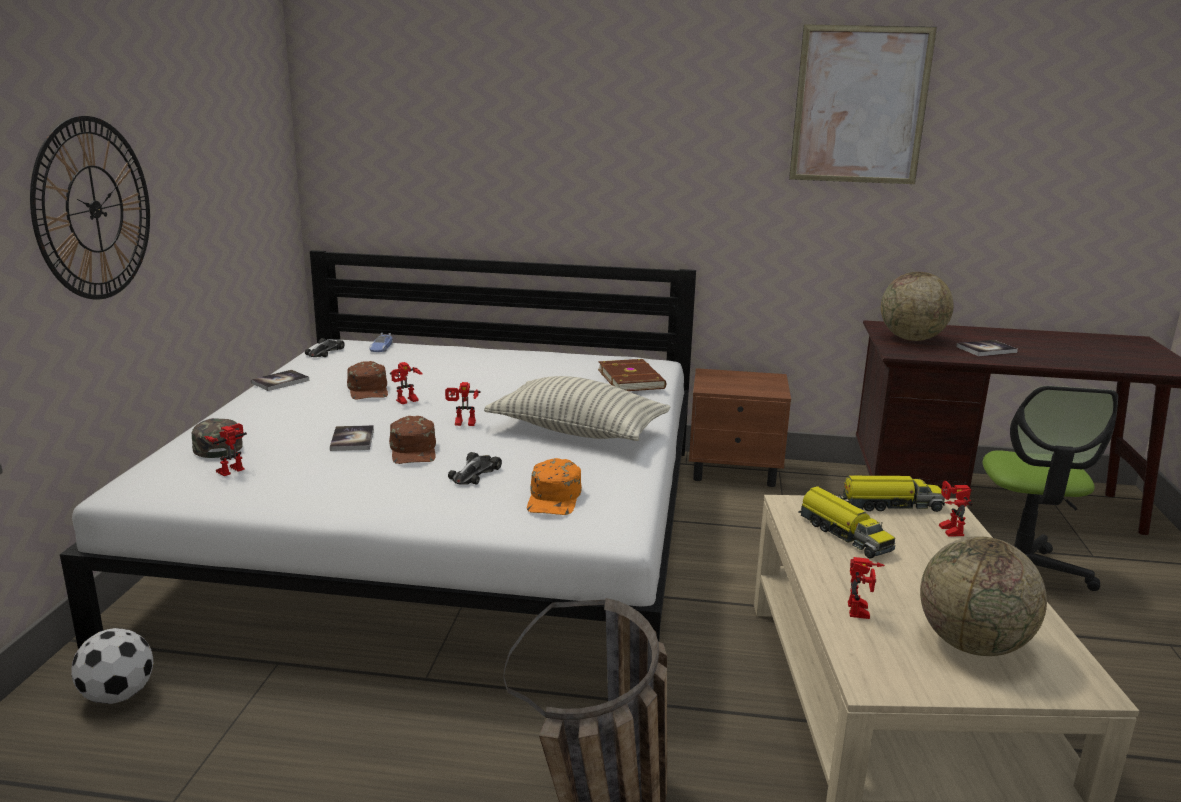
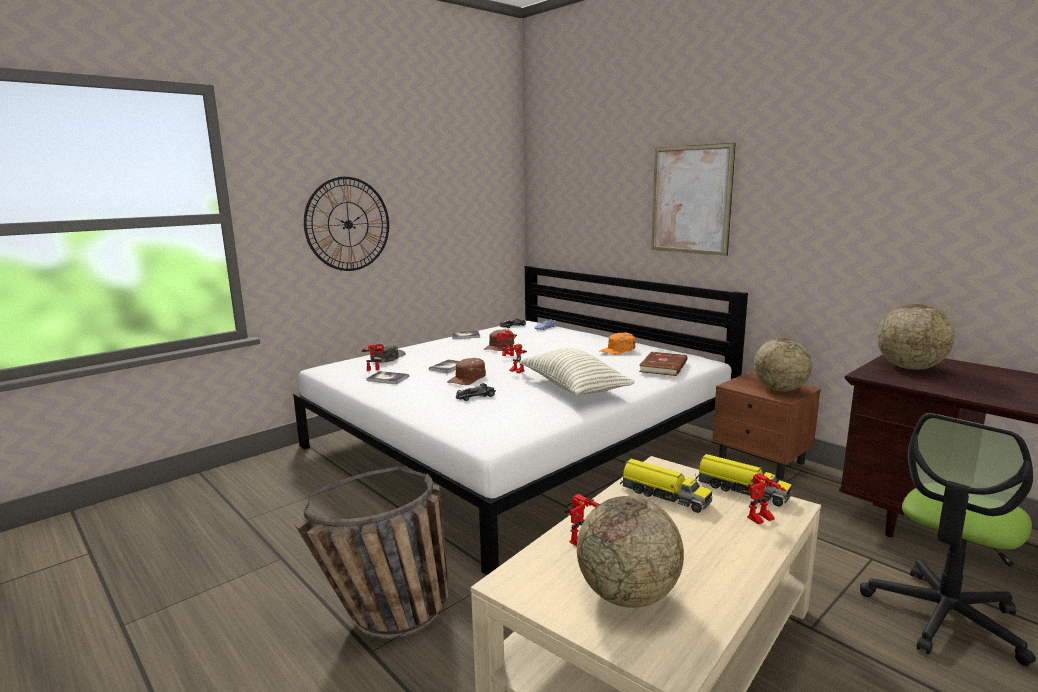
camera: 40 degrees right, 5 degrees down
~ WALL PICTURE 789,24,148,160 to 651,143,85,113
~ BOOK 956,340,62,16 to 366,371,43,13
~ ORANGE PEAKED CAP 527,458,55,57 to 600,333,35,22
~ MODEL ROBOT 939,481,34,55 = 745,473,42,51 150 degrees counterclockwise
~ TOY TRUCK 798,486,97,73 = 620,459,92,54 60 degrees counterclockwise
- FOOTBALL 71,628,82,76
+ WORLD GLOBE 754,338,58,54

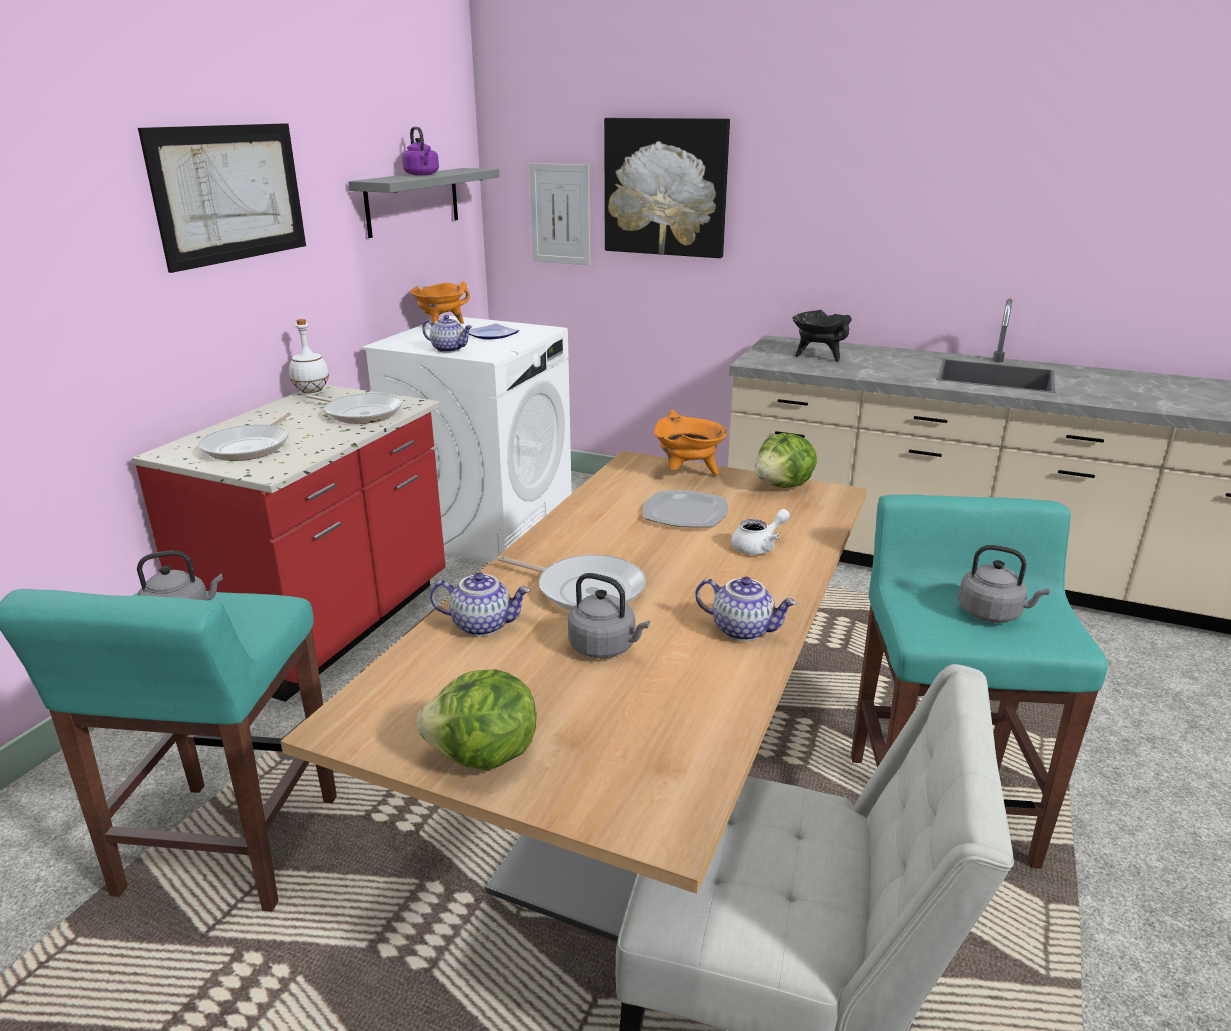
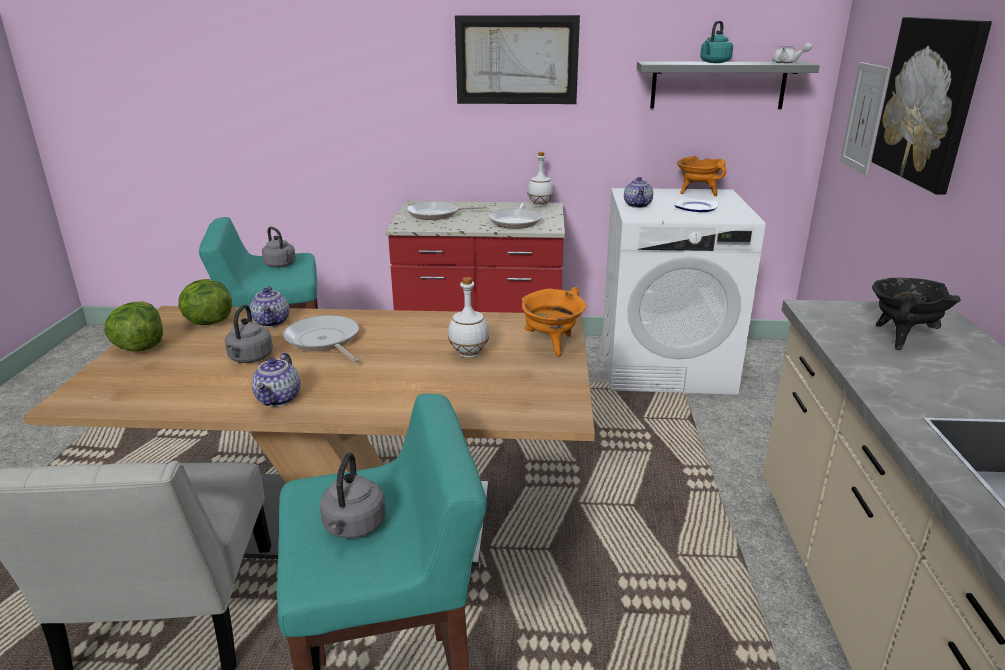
camera: 70 degrees right, 0 degrees up
~ PURPLE TEA KETTLE 402,127,37,49 to TURQUOISE TEA KETTLE 700,21,33,42
~ LETTUCE 755,433,62,55 to 179,279,53,46
~ DINNER PLATE 643,490,85,37 to WHITE-COLOURED DRINK BOTTLE 448,277,41,81
~ WHITE-COLOURED TEA POT 731,509,59,46 to 772,43,40,20
~ PAN 497,555,149,56 = 283,315,76,48 135 degrees clockwise

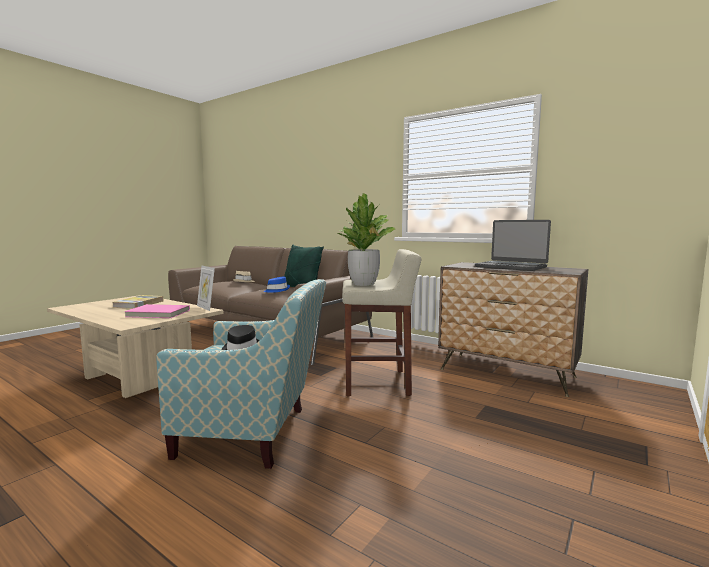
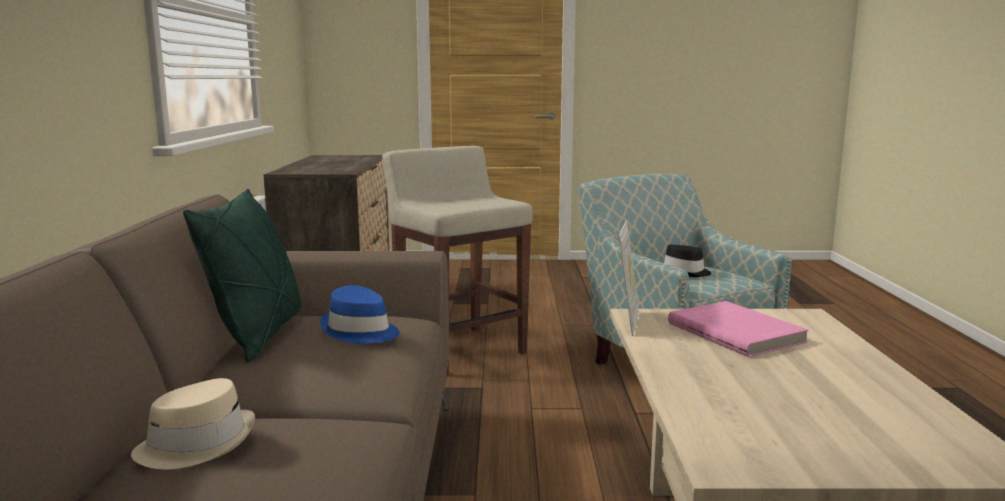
camera: 125 degrees left, 5 degrees up
- POTTED PLANT 338,193,57,93
- PORTABLE COMPUTER 475,220,76,51
- BOOK 112,295,52,14

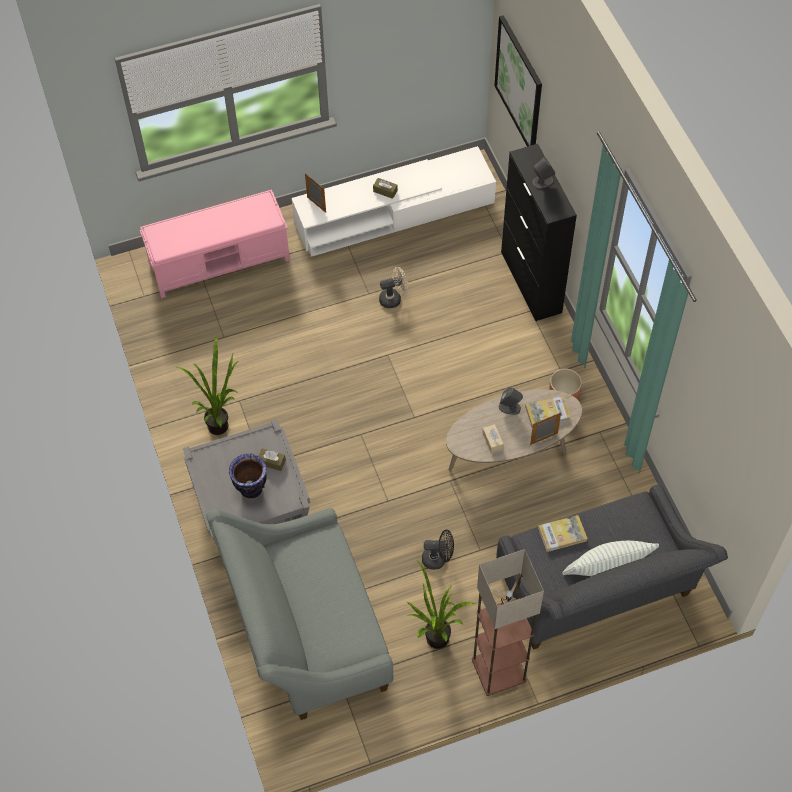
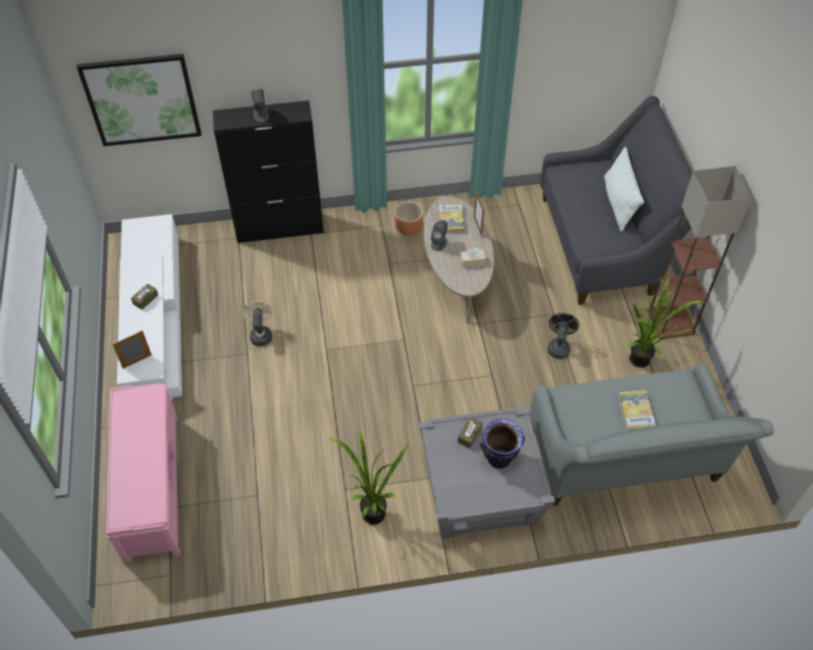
camera: 80 degrees left, 5 degrees down
~ BOOK 538,515,49,37 to 618,390,38,40

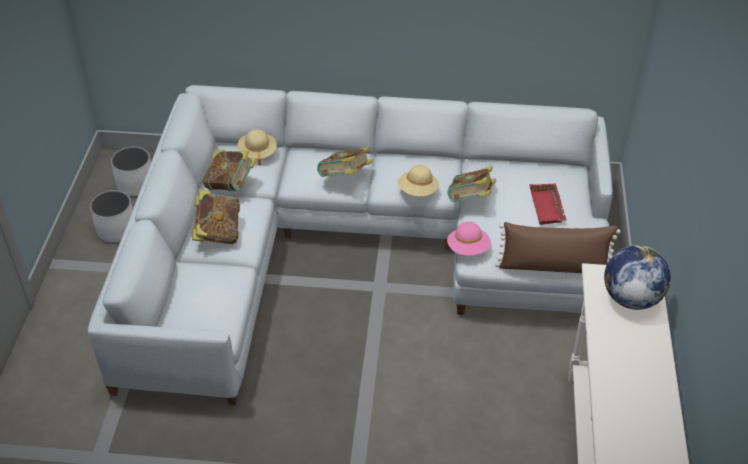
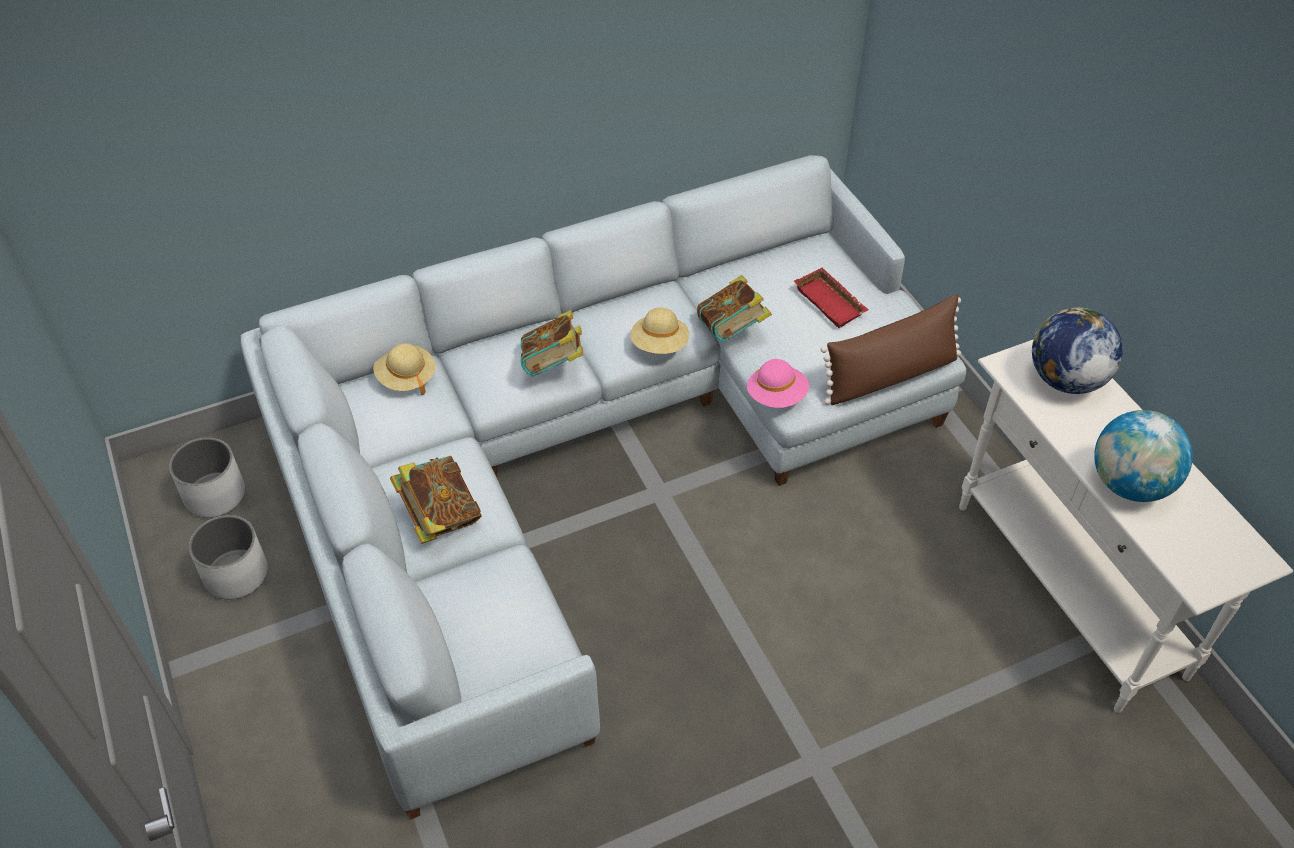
camera: 30 degrees left, 5 degrees up
- BOOK 203,149,54,42
+ WORLD GLOBE 1094,410,99,92

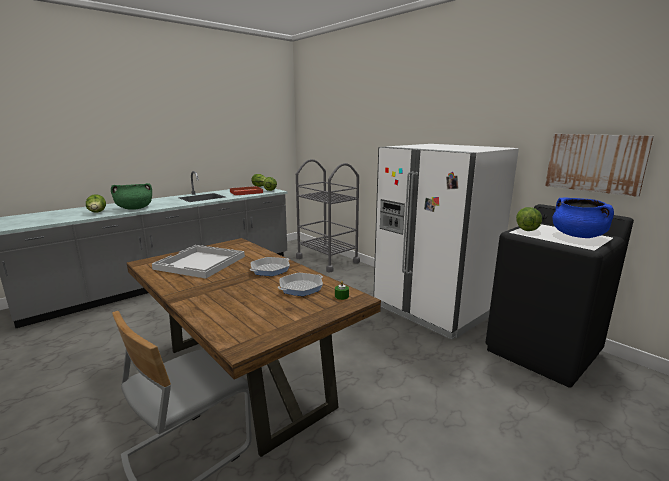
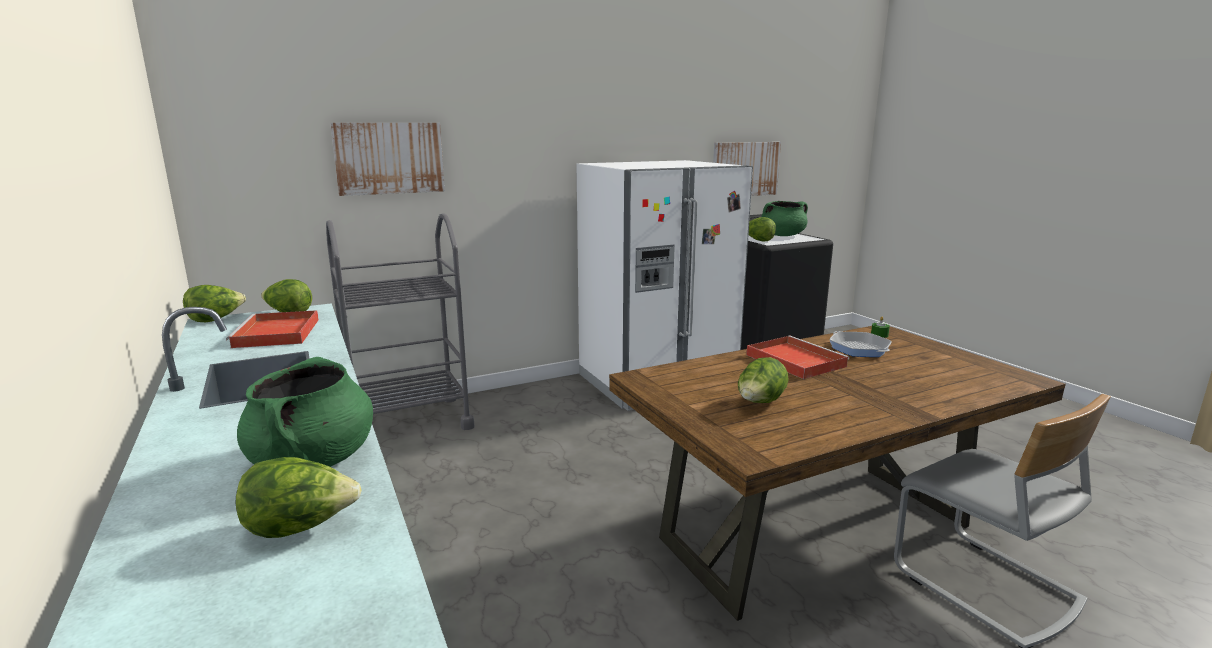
camera: 75 degrees left, 0 degrees up
~ BLUE SAUCEPOT 552,197,62,41 to GREENISH SAUCEPOT 761,201,47,35
~ WHITE-COLOURED CARRYING TRAY 152,245,93,33 to LETTUCE 738,357,51,46
~ PAN 250,257,40,19 to RED-COLOURED CARRYING TRAY 746,336,103,43
+ WALL PICTURE 330,123,115,73

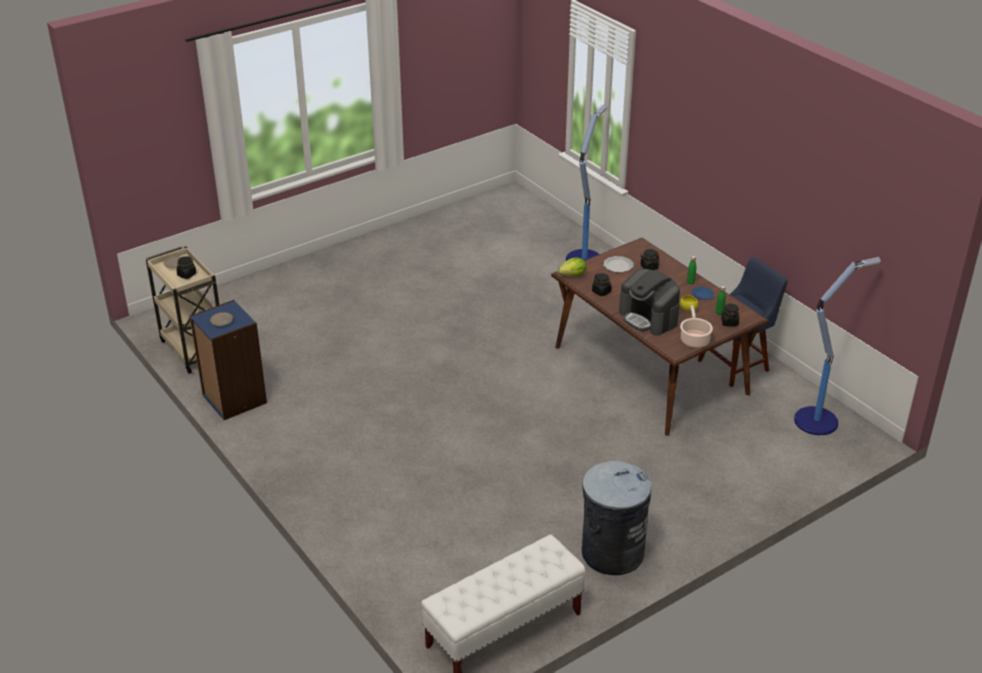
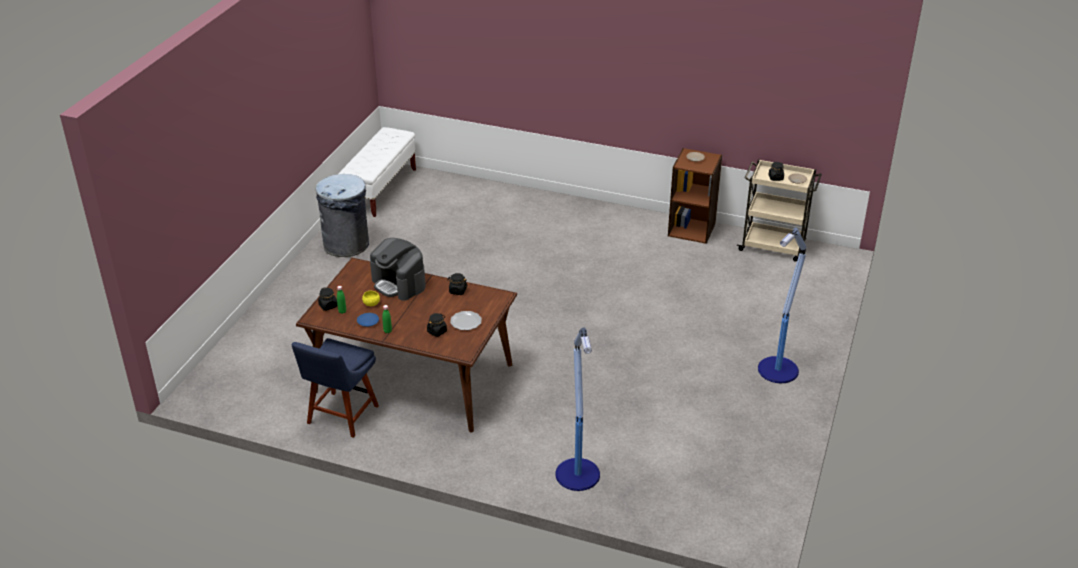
camera: 145 degrees right, 0 degrees up
- LETTUCE 558,257,28,19
~ STANDARD LAMP 794,257,87,178 to 758,227,48,156
~ COFFEE MACHINE 619,269,61,67 = 370,238,56,63 150 degrees counterclockwise
~ BLUE BOOKCASE 189,300,78,120 to BROWN BOOKCASE 668,148,54,96
- SAUCEPOT 680,305,33,43

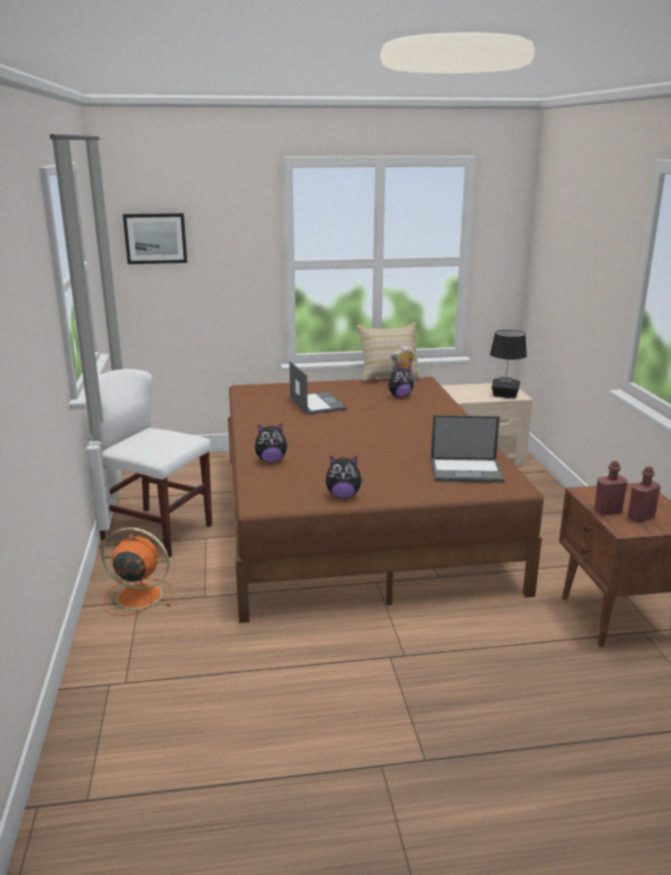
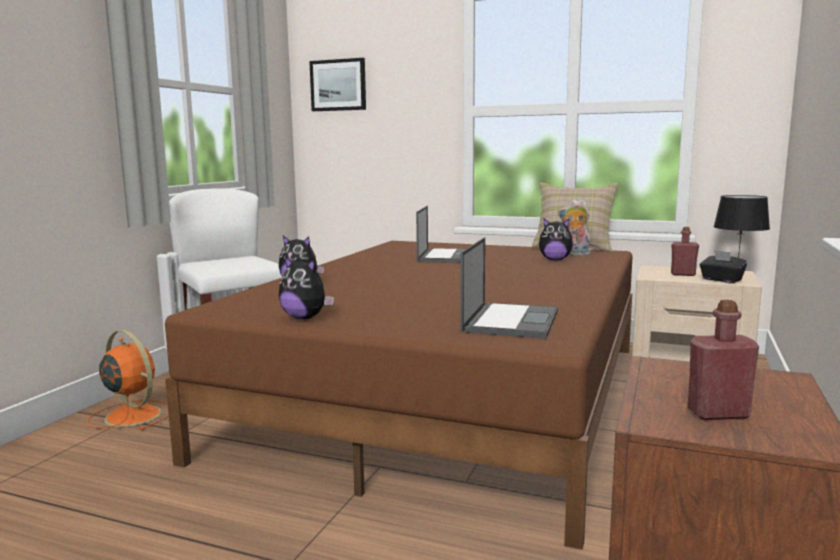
camera: 30 degrees right, 10 degrees down
~ PORTABLE COMPUTER 431,415,73,68 = 460,237,98,102 105 degrees counterclockwise
~ RED-COLOURED DRINK BOTTLE 594,461,34,54 to 671,227,28,49

